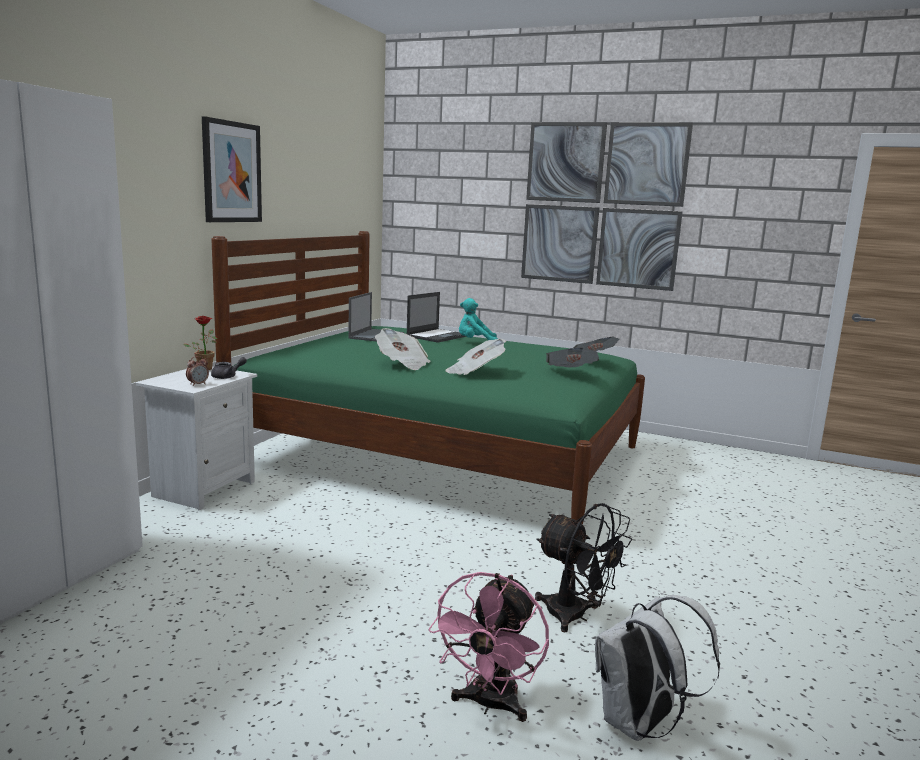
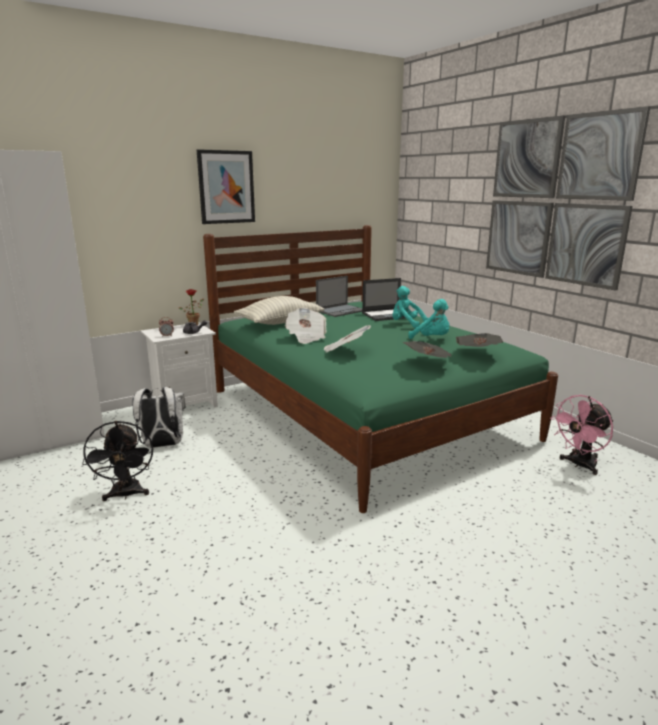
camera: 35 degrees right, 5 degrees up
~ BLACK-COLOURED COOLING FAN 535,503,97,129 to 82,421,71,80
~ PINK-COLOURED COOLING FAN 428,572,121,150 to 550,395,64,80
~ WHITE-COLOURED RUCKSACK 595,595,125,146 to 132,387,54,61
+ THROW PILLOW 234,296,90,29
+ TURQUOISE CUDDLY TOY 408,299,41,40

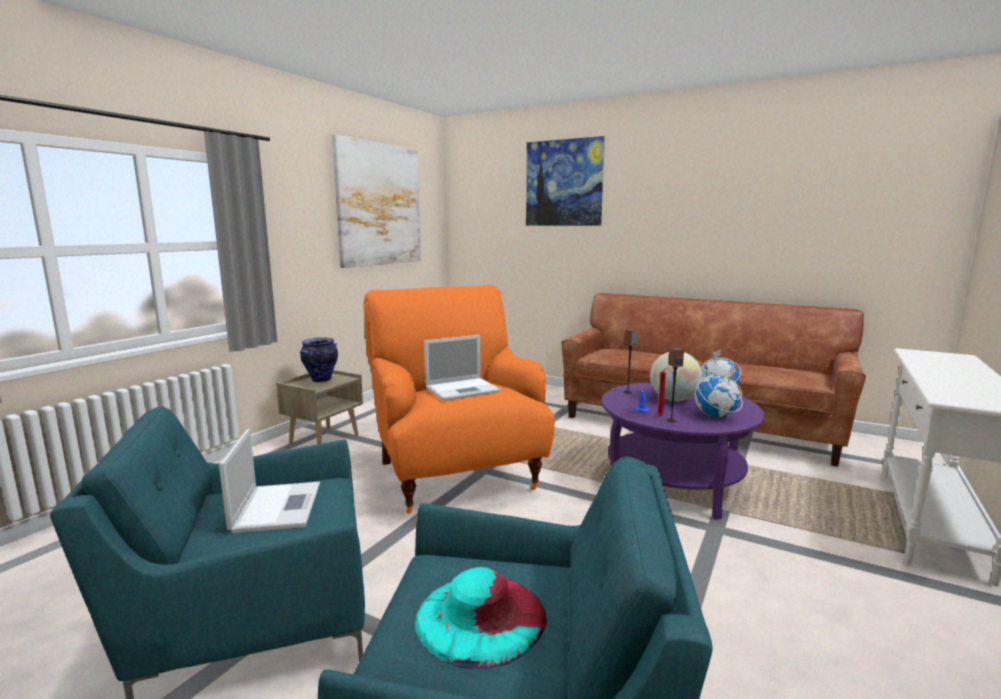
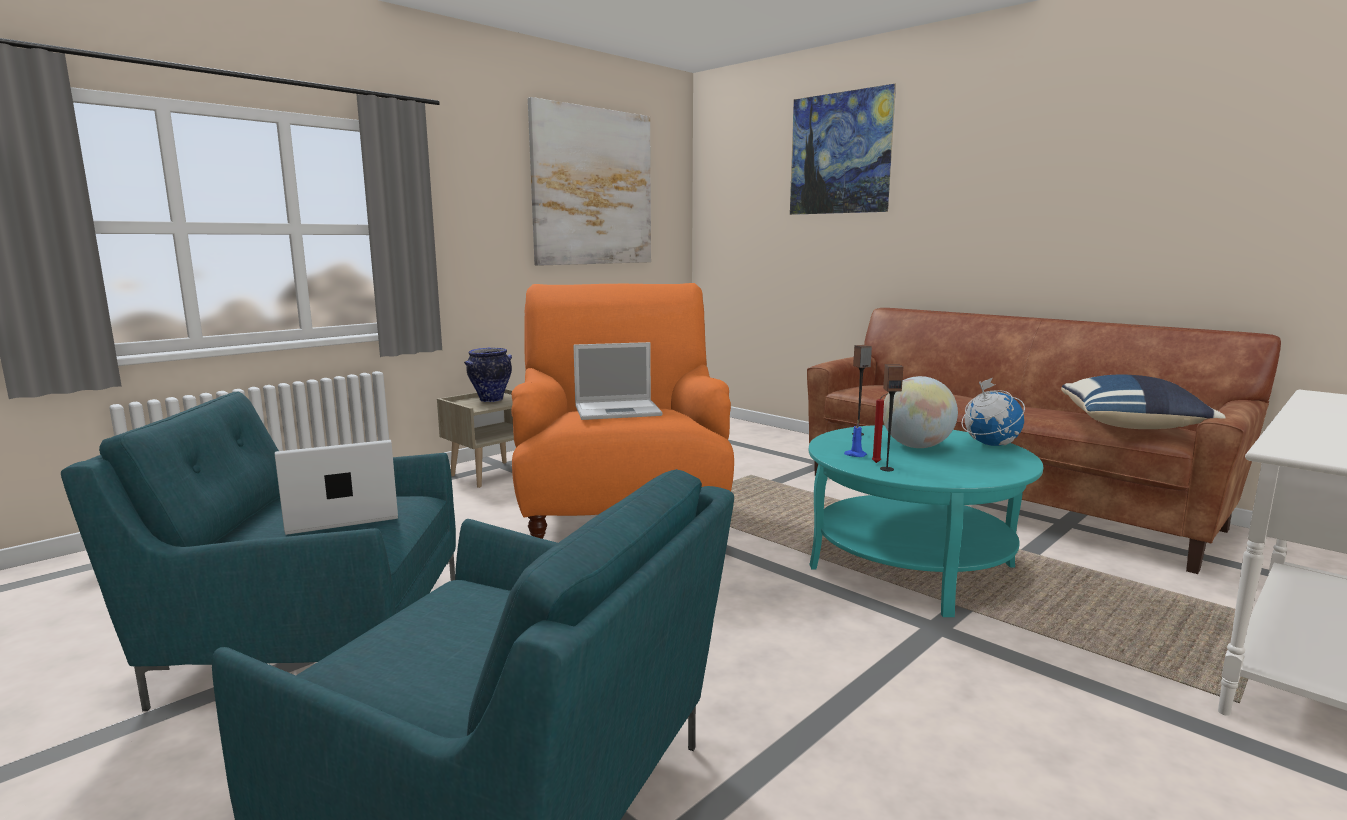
camera: 15 degrees right, 0 degrees up
- WORLD GLOBE 695,365,47,52
~ PURPLE COFFEE TABLE 601,382,164,138 to TURQUOISE COFFEE TABLE 809,425,234,192
~ PORTABLE COMPUTER 219,429,101,104 = 275,440,123,95 120 degrees counterclockwise
- TURQUOISE HAT 415,567,132,102
+ BLUE THROW PILLOW 1061,375,165,54

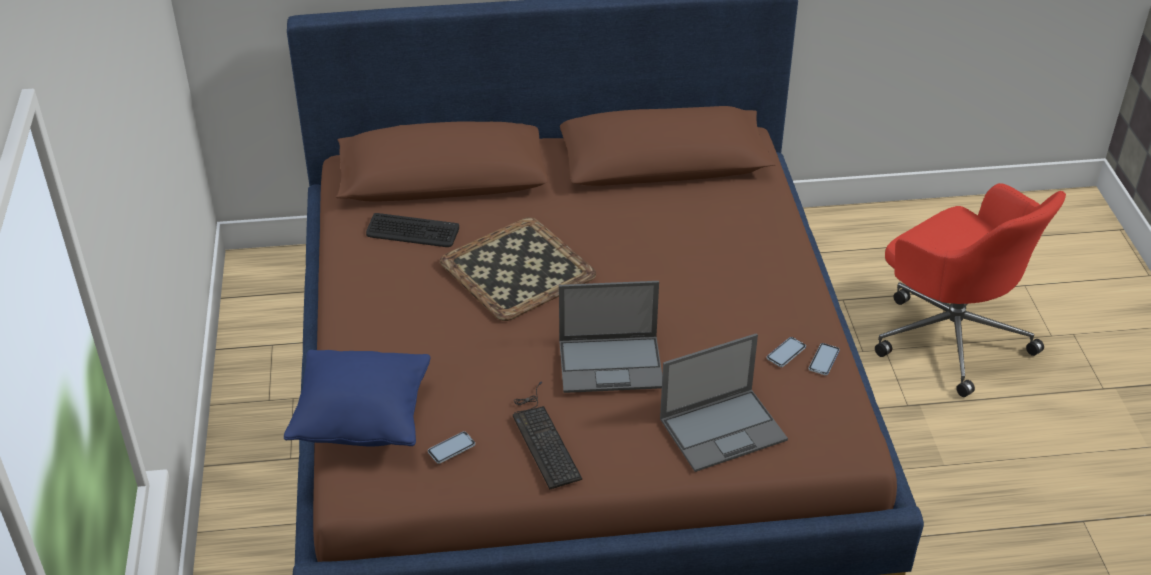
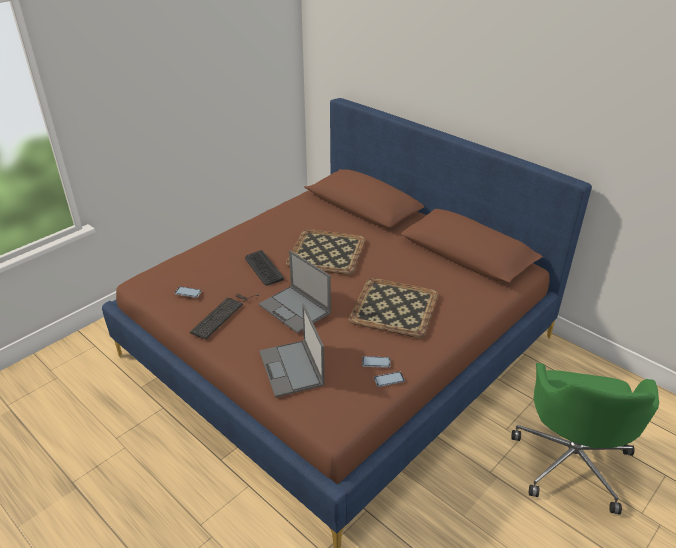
camera: 50 degrees right, 5 degrees down
~ RED-COLOURED DESK CHAIR 875,183,191,214 to GREENISH DESK CHAIR 511,363,148,151
~ PC KEYBOARD 366,213,93,34 to 245,250,39,35
~ PORTABLE COMPUTER 660,333,128,139 = 259,303,66,94 45 degrees clockwise
- BLUE THROW PILLOW 284,350,146,96
+ CARRYING TRAY 348,278,91,60

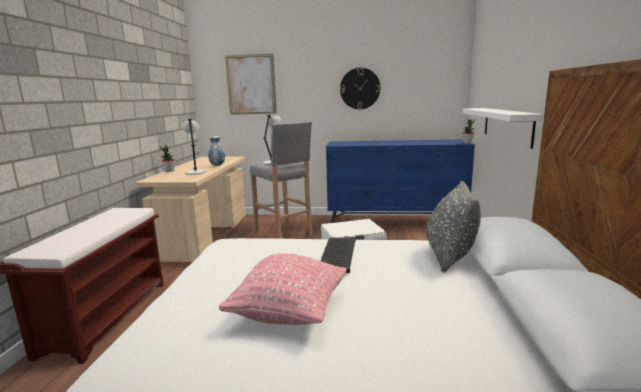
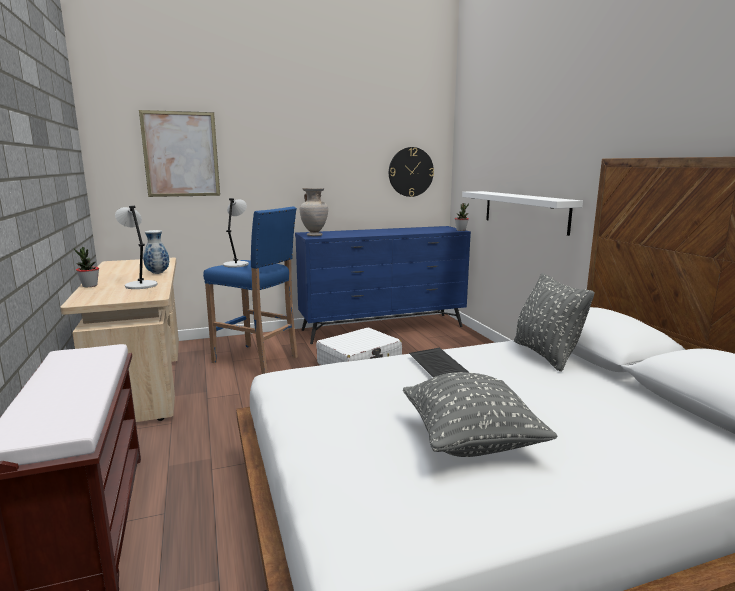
camera: 25 degrees left, 0 degrees up
~ CLOCK ON THE WALL 340,68,40,41 to 389,147,45,50
~ GREY STOOL 250,121,63,117 to BLUE STOOL 203,206,95,168
~ PINK-COLOURED THROW PILLOW 219,253,128,72 to GREY THROW PILLOW 403,372,154,85
+ SAND-COLOURED DECORATIVE VASE 300,188,28,48

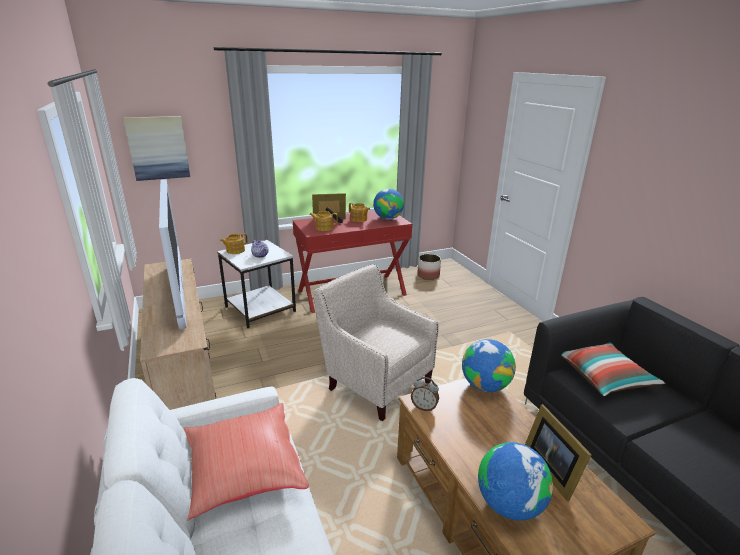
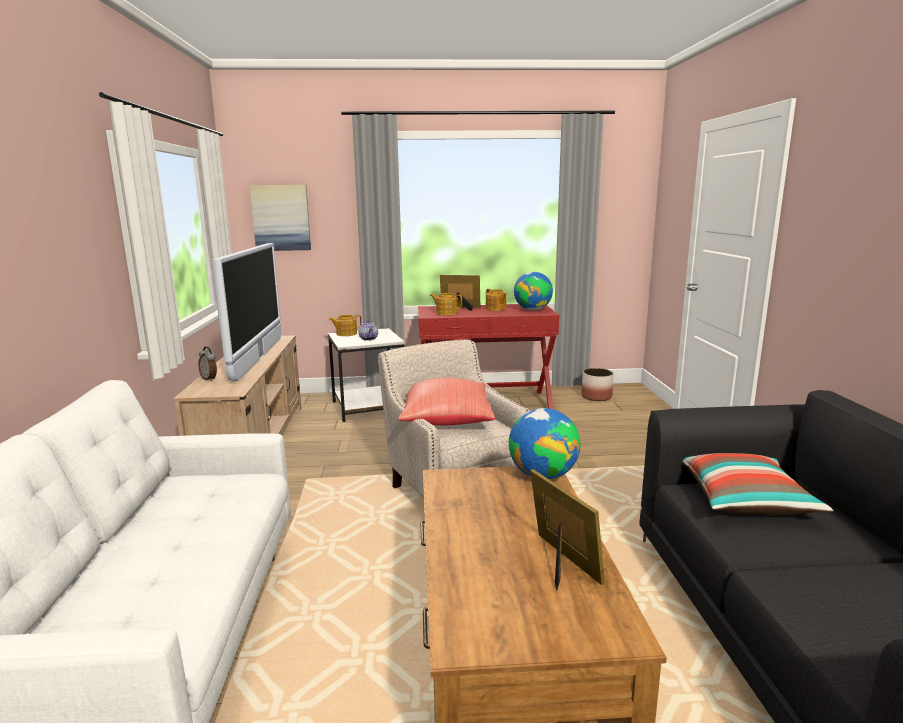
camera: 20 degrees right, 10 degrees down
~ BEDSIDE CLOCK 411,377,28,34 to 199,346,18,35
~ RED-COLOURED THROW PILLOW 183,403,126,118 to 398,378,97,47
~ PHOTO FRAME 525,404,67,97 = 530,469,75,122 150 degrees clockwise
- WORLD GLOBE 478,442,75,79

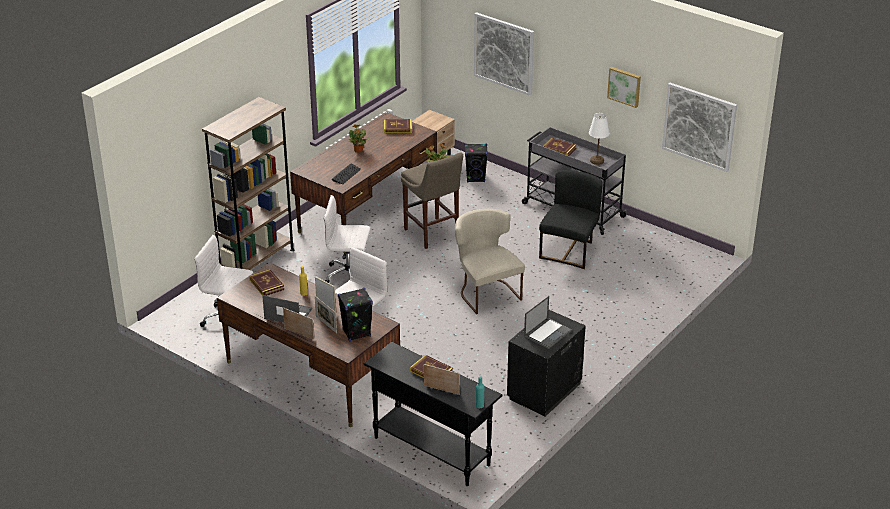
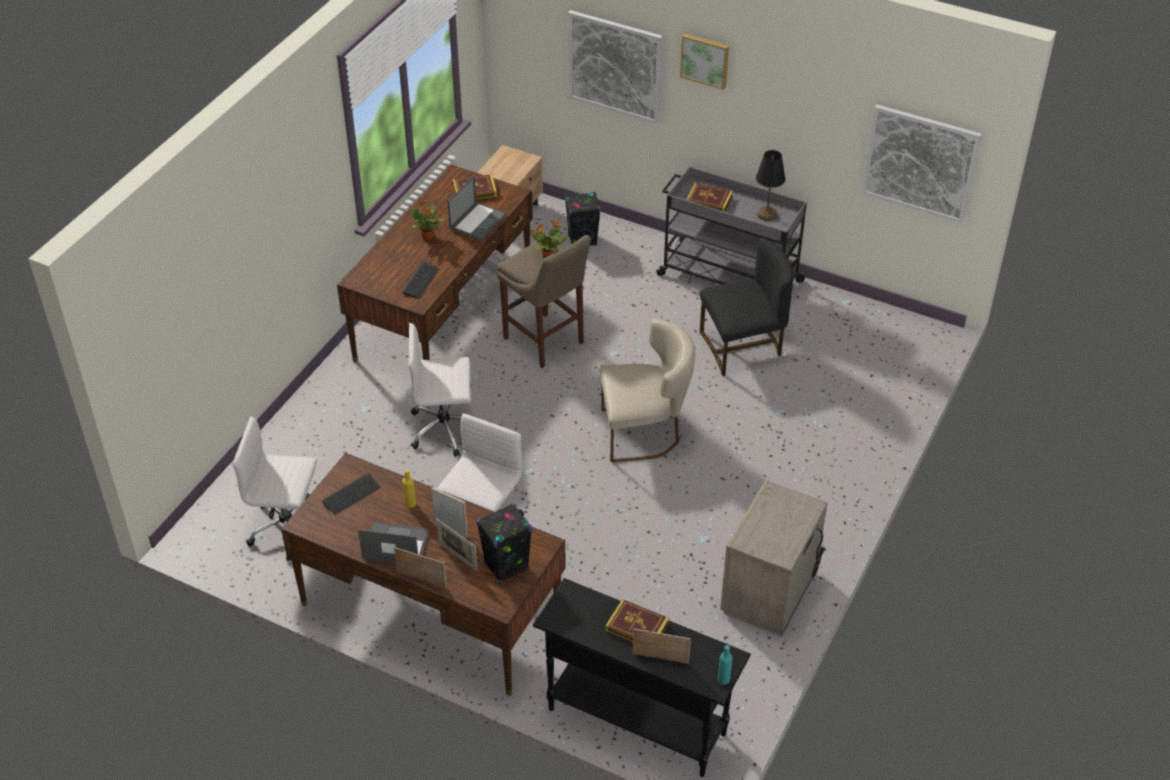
camera: 10 degrees left, 10 degrees up
~ WALL PICTURE 607,67,34,41 to 680,33,49,57
- BROWN BOOKCASE 202,97,92,173
~ WHITE-COLOURED TABLE LAMP 589,113,20,52 to BLACK-COLOURED TABLE LAMP 756,150,29,71
~ BLACK-COLOURED PLAIN CHAIR 539,170,64,99 = 700,239,94,137 60 degrees clockwise
~ SAND-COLOURED PLAIN CHAIR 455,209,70,105 = 600,319,95,143 120 degrees clockwise
~ BOOK 249,269,35,27 to PC KEYBOARD 322,473,58,42
~ PORTABLE COMPUTER 524,296,48,53 to 447,176,59,65
~ BLACK-COLOURED NIGHTSTAND 507,310,79,107 to SAND-COLOURED NIGHTSTAND 720,480,108,157

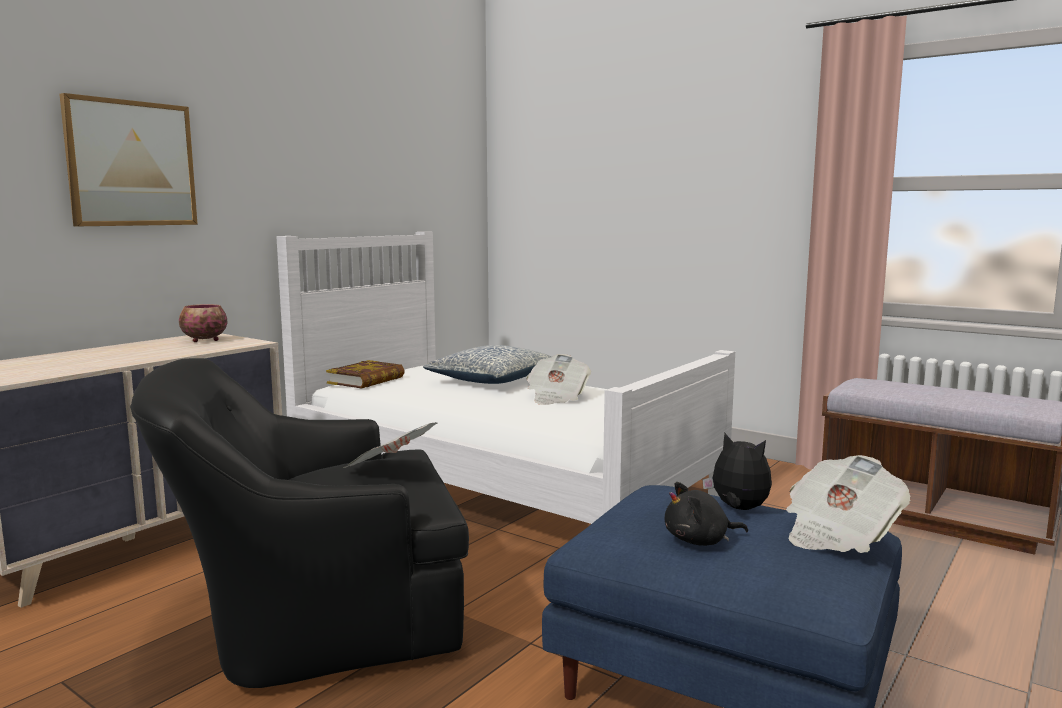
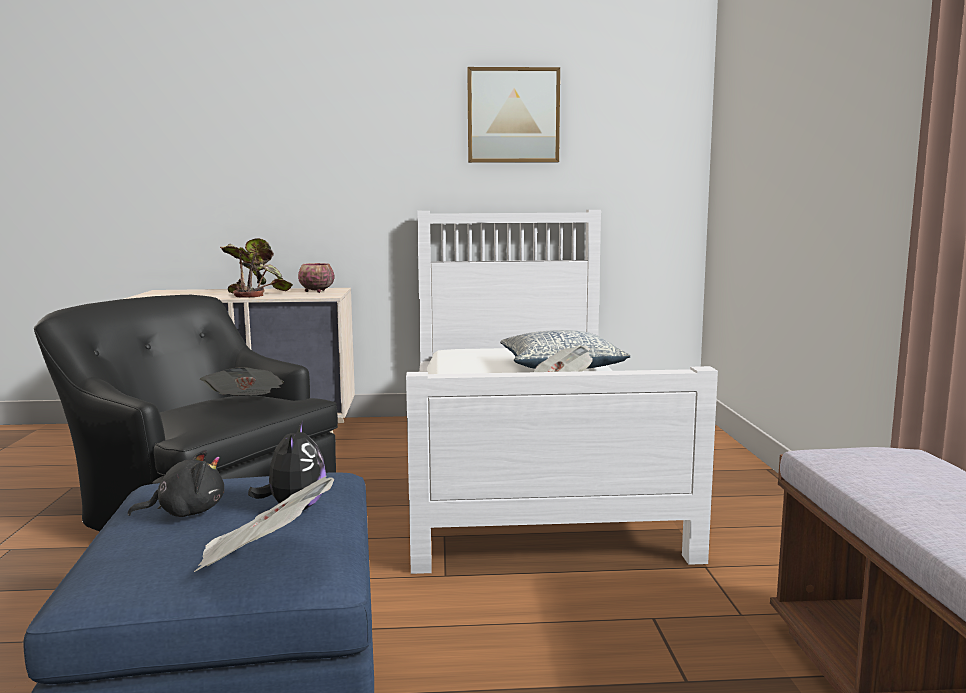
camera: 50 degrees right, 0 degrees up
~ WALL PICTURE 59,93,139,133 to 467,67,93,96
- BOOK 326,360,79,29
~ BLACK-COLOURED CUDDLY TOY 665,482,83,64 = 128,450,96,67 120 degrees clockwise
+ POTTED PLANT 220,238,73,59

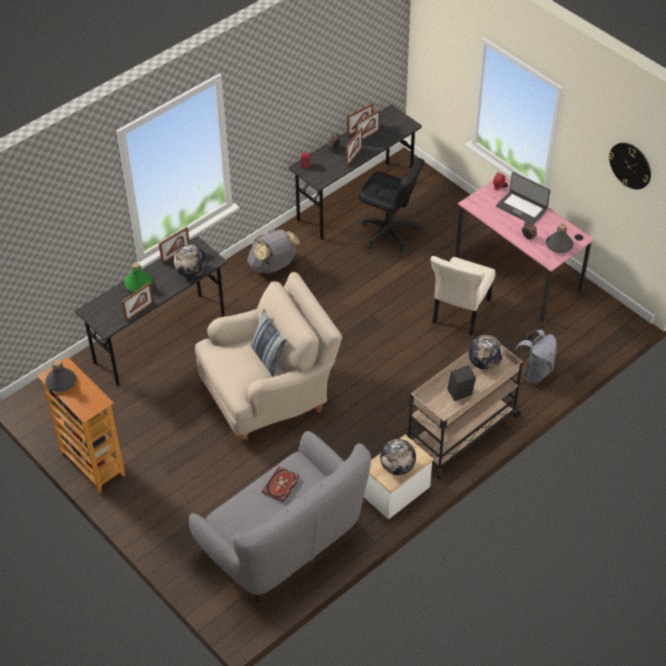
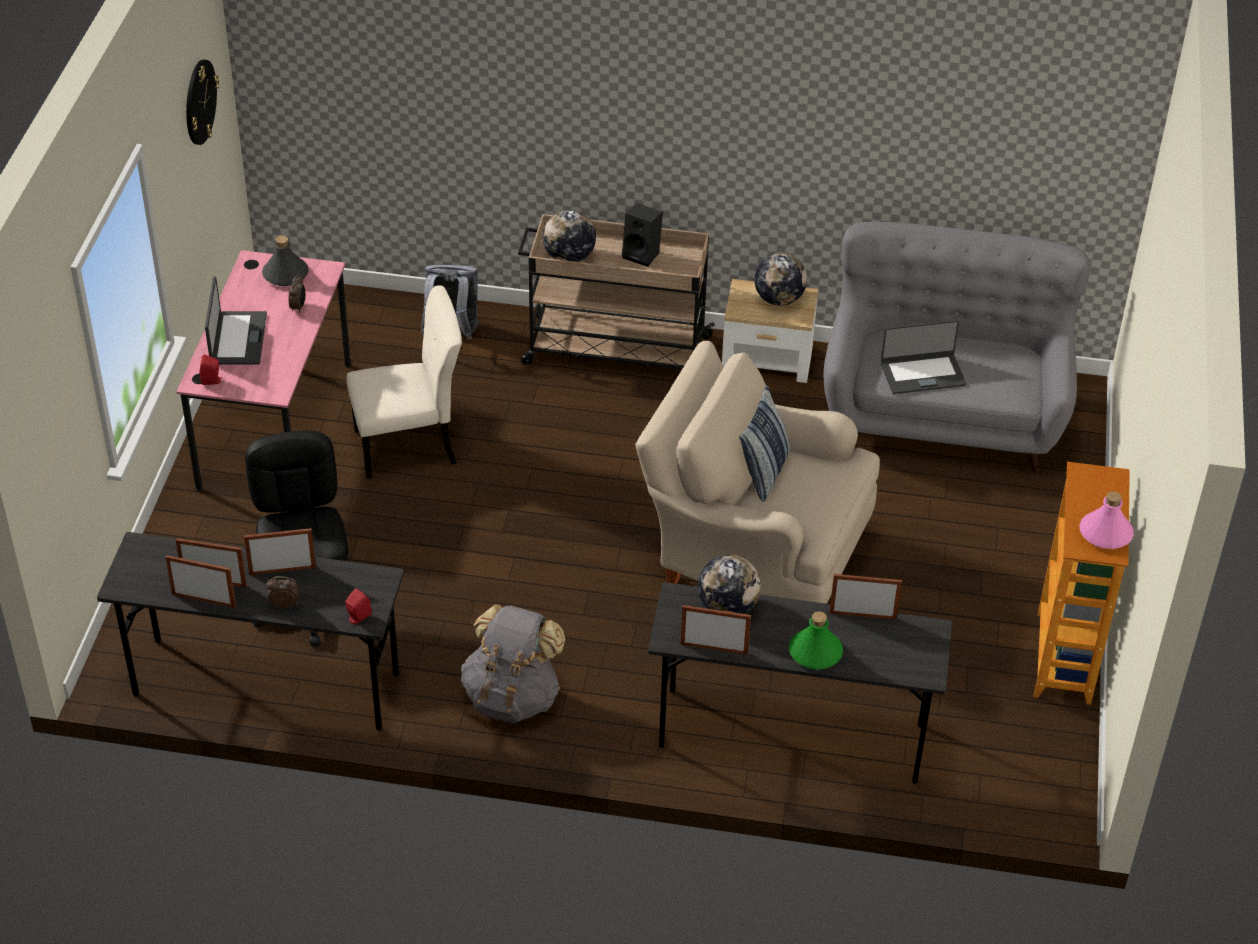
camera: 130 degrees left, 5 degrees down
~ GREY DRINK BOTTLE 45,360,31,32 to PINK-COLOURED DRINK BOTTLE 1079,491,55,58
~ BOOK 262,466,38,36 to PORTABLE COMPUTER 881,320,85,74

